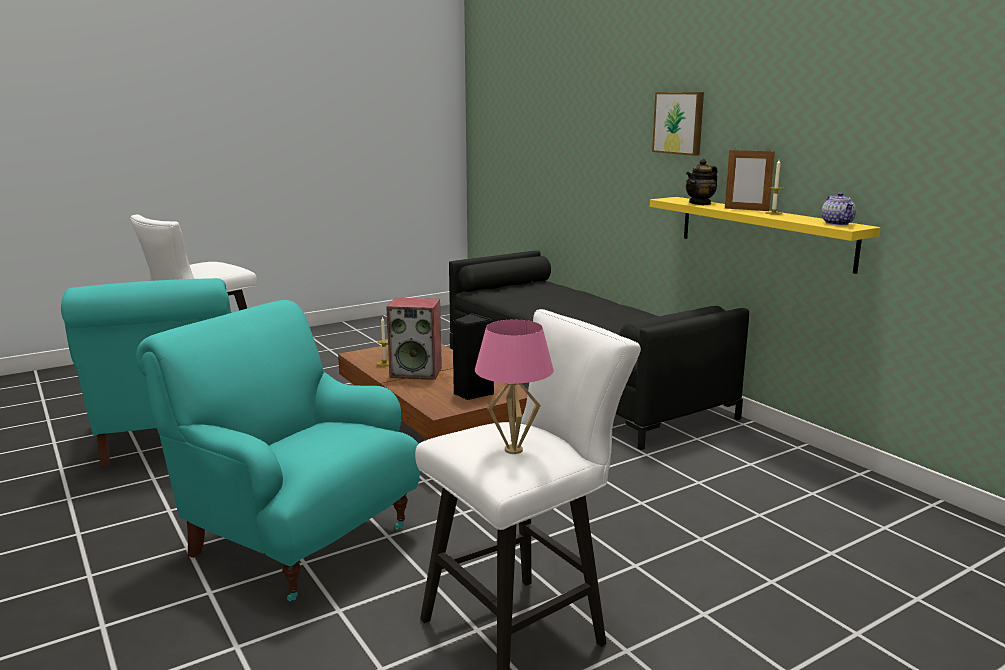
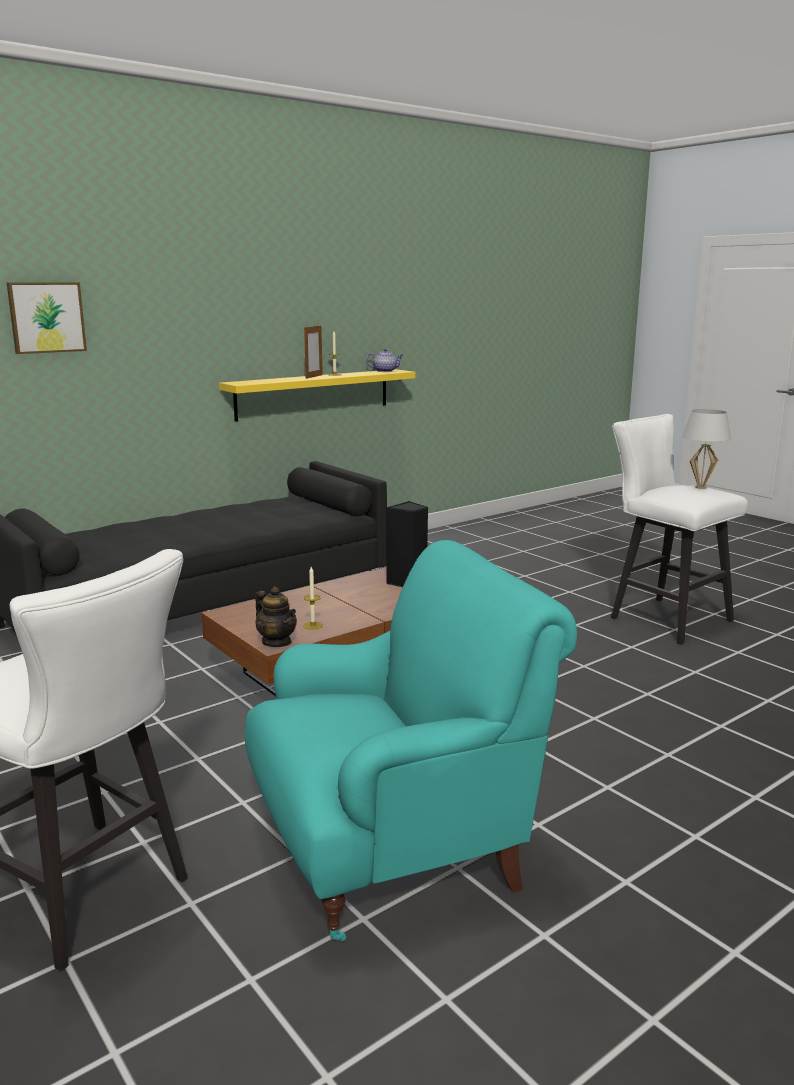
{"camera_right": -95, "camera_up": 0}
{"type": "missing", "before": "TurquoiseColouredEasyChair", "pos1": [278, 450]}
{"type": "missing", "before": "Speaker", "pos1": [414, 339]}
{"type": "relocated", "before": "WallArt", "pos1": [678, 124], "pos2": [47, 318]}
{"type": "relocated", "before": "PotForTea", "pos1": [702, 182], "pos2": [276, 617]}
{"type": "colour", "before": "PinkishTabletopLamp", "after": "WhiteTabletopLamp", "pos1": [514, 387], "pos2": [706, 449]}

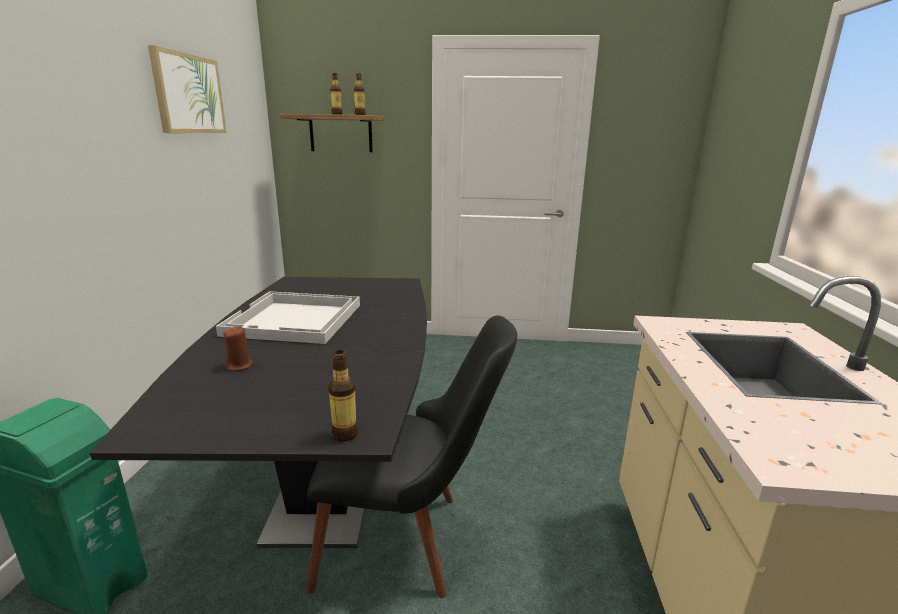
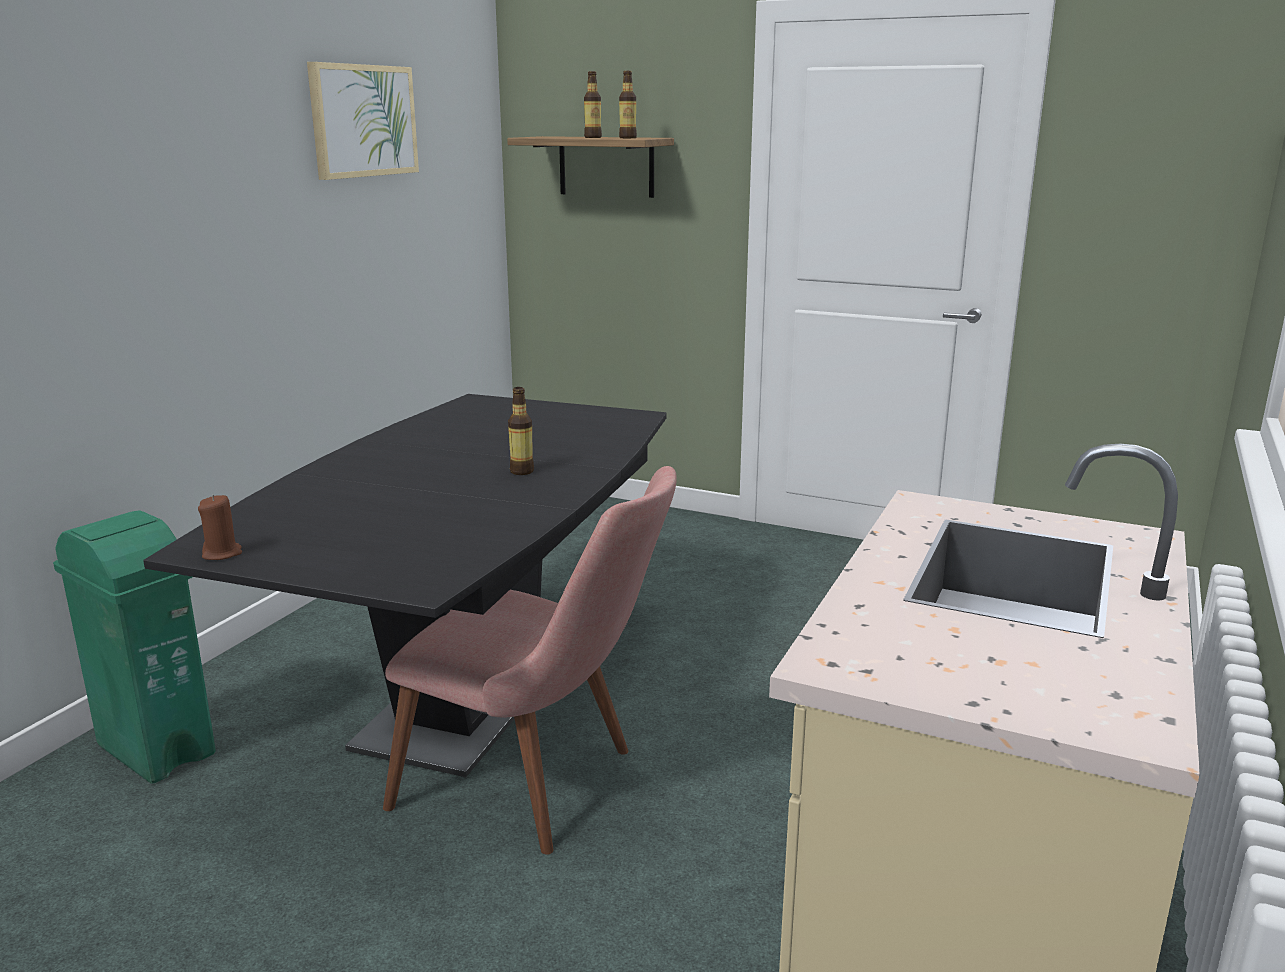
{"camera_right": 20, "camera_up": 0}
{"type": "missing", "before": "WhiteCarryingTray", "pos1": [288, 317]}
{"type": "relocated", "before": "BrownColouredCandle", "pos1": [238, 348], "pos2": [220, 527]}
{"type": "relocated", "before": "BeverageBottle", "pos1": [343, 396], "pos2": [521, 431]}
{"type": "colour", "before": "BlackishUprightChair", "after": "PinkishUprightChair", "pos1": [411, 457], "pos2": [530, 660]}

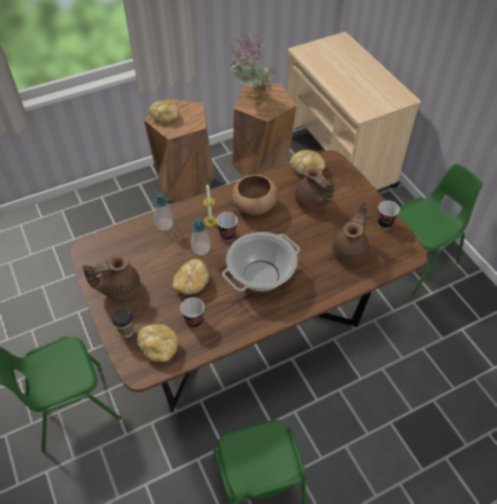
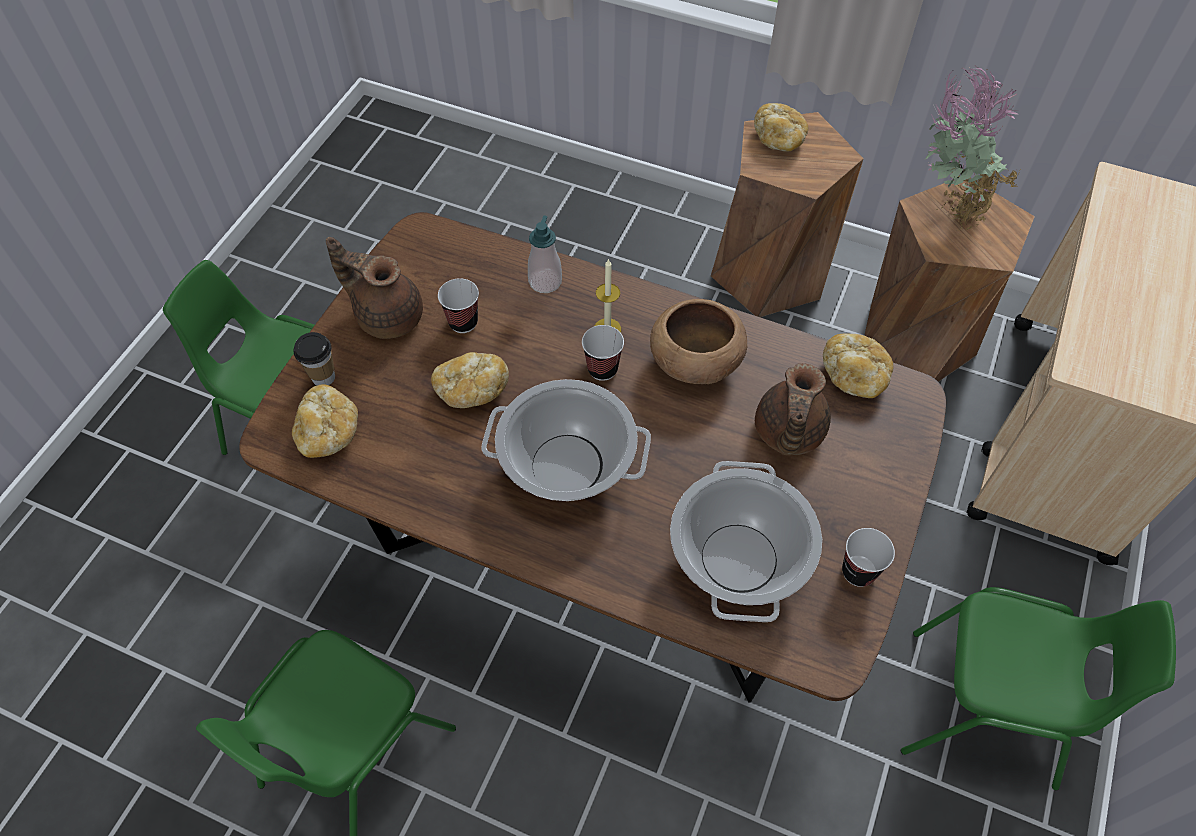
{"camera_right": 50, "camera_up": 5}
{"type": "missing", "before": "LiquidSoapBottle", "pos1": [200, 237]}
{"type": "relocated", "before": "SmallCup", "pos1": [192, 312], "pos2": [458, 305]}
{"type": "exchanged", "before": "BrownColouredPotForTea", "after": "Saucepot", "pos1": [351, 233], "pos2": [746, 541]}

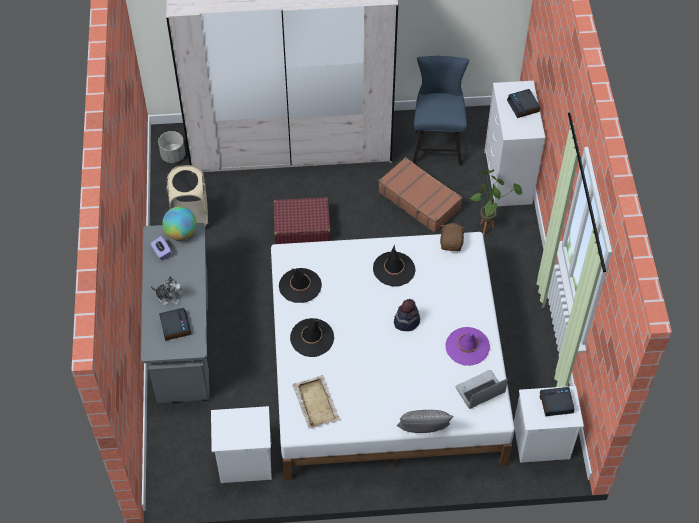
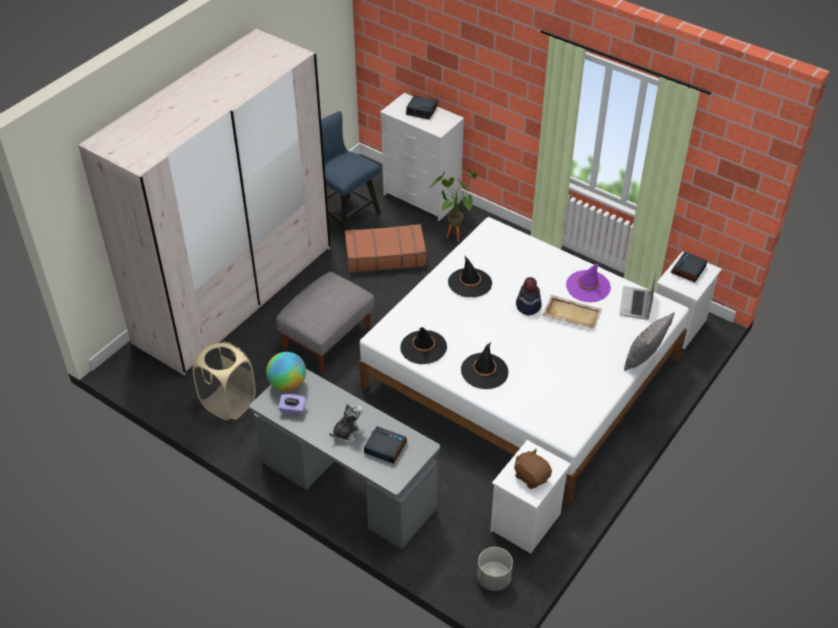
{"camera_right": -50, "camera_up": -10}
{"type": "relocated", "before": "GrayFlowerPot", "pos1": [171, 147], "pos2": [495, 569]}
{"type": "relocated", "before": "BeigeColouredCarryingTray", "pos1": [316, 402], "pos2": [572, 312]}
{"type": "relocated", "before": "BrownColouredPlushToy", "pos1": [453, 237], "pos2": [533, 469]}
{"type": "exchanged", "before": "RedPieceOfLuggage", "after": "GrayOttoman", "pos1": [301, 220], "pos2": [325, 321]}

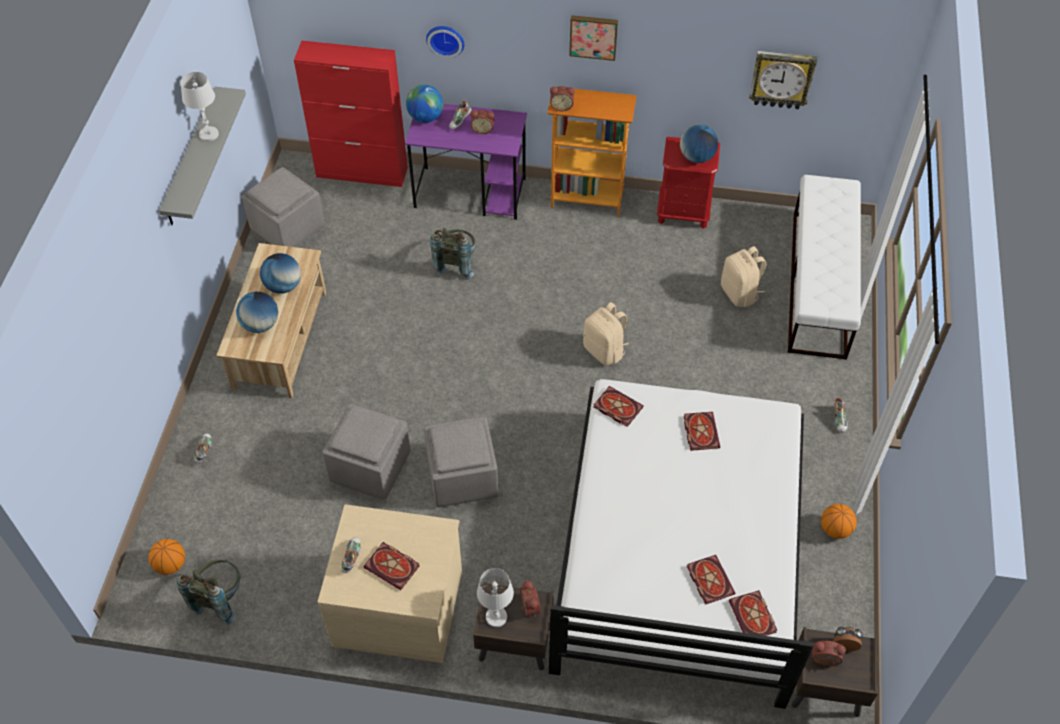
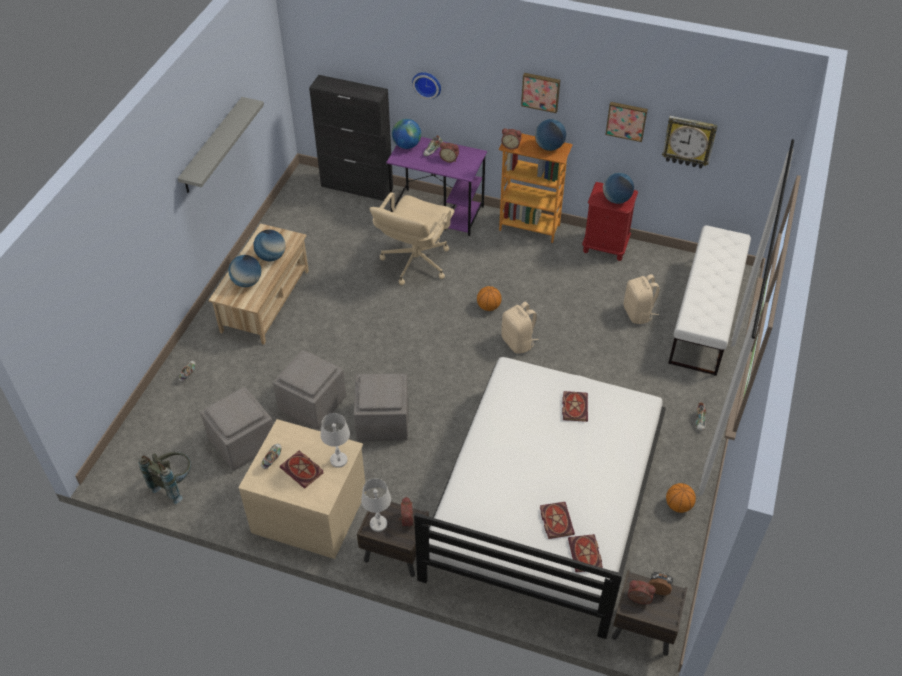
{"camera_right": 10, "camera_up": -5}
{"type": "missing", "before": "Book", "pos1": [619, 406]}
{"type": "appeared", "after": "Globe", "pos2": [550, 135]}
{"type": "appeared", "after": "WallArt", "pos2": [626, 122]}
{"type": "relocated", "before": "BasketballBall", "pos1": [167, 557], "pos2": [489, 298]}
{"type": "relocated", "before": "WhiteTabletopLamp", "pos1": [200, 106], "pos2": [335, 440]}
{"type": "relocated", "before": "GrayOttoman", "pos1": [283, 207], "pos2": [236, 428]}
{"type": "exchanged", "before": "GrayBackpack", "after": "BeigeColouredComputerChair", "pos1": [453, 254], "pos2": [412, 238]}
{"type": "colour", "before": "RedCabinet", "after": "BlackishCabinet", "pos1": [351, 114], "pos2": [351, 138]}

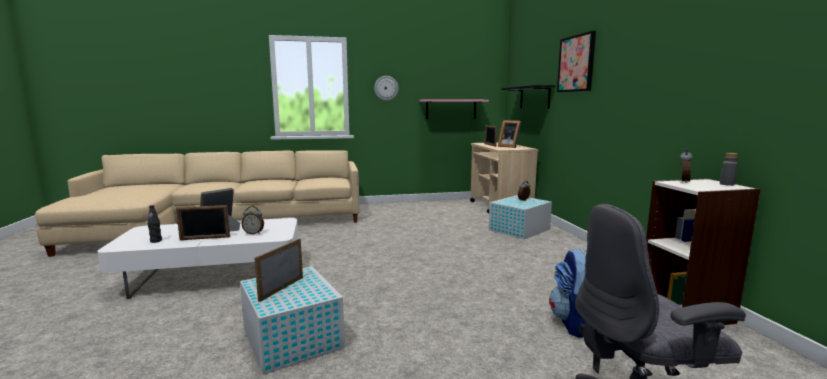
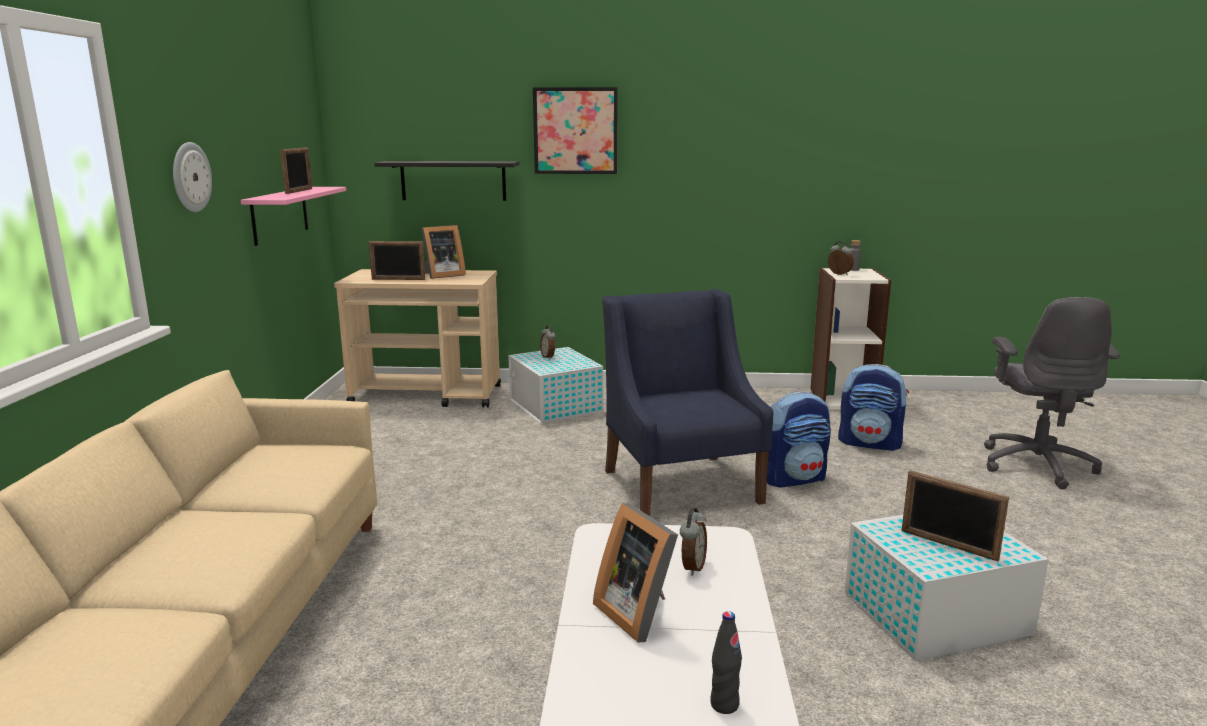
{"camera_right": -75, "camera_up": 5}
{"type": "appeared", "after": "BluishEasyChair", "pos2": [687, 402]}
{"type": "appeared", "after": "Backpack", "pos2": [799, 439]}
{"type": "relocated", "before": "PictureFrame", "pos1": [203, 222], "pos2": [296, 170]}

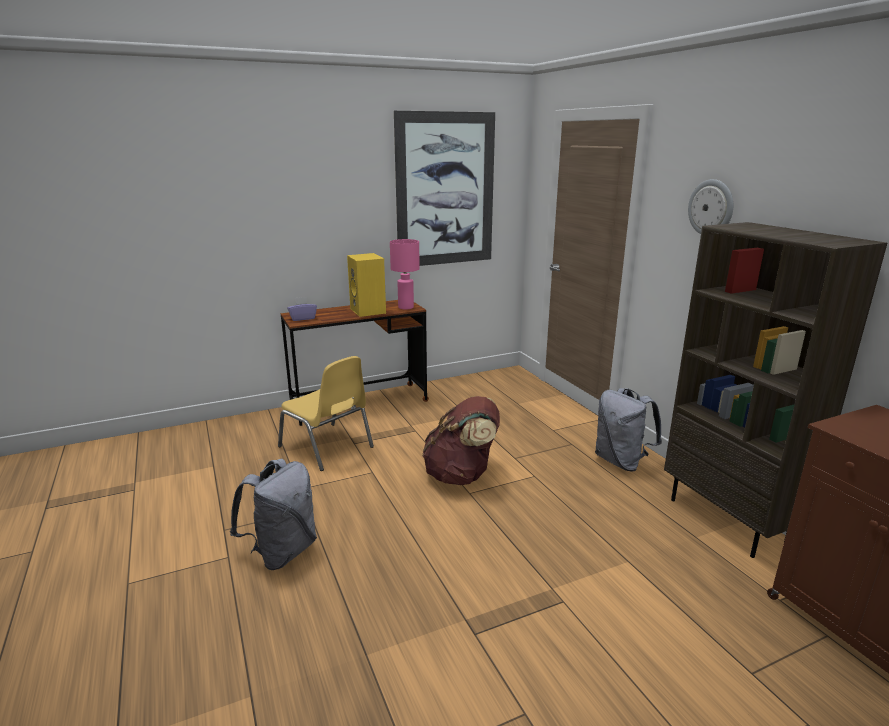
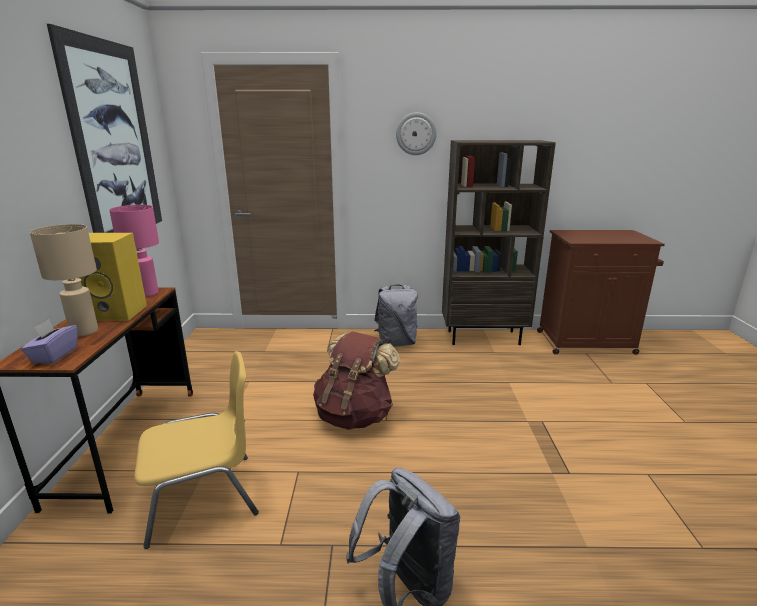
{"camera_right": -65, "camera_up": 0}
{"type": "appeared", "after": "BeigeColouredTabletopLamp", "pos2": [64, 280]}

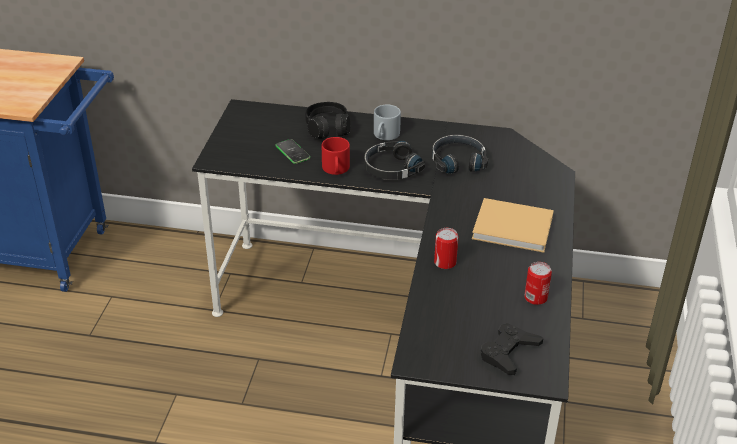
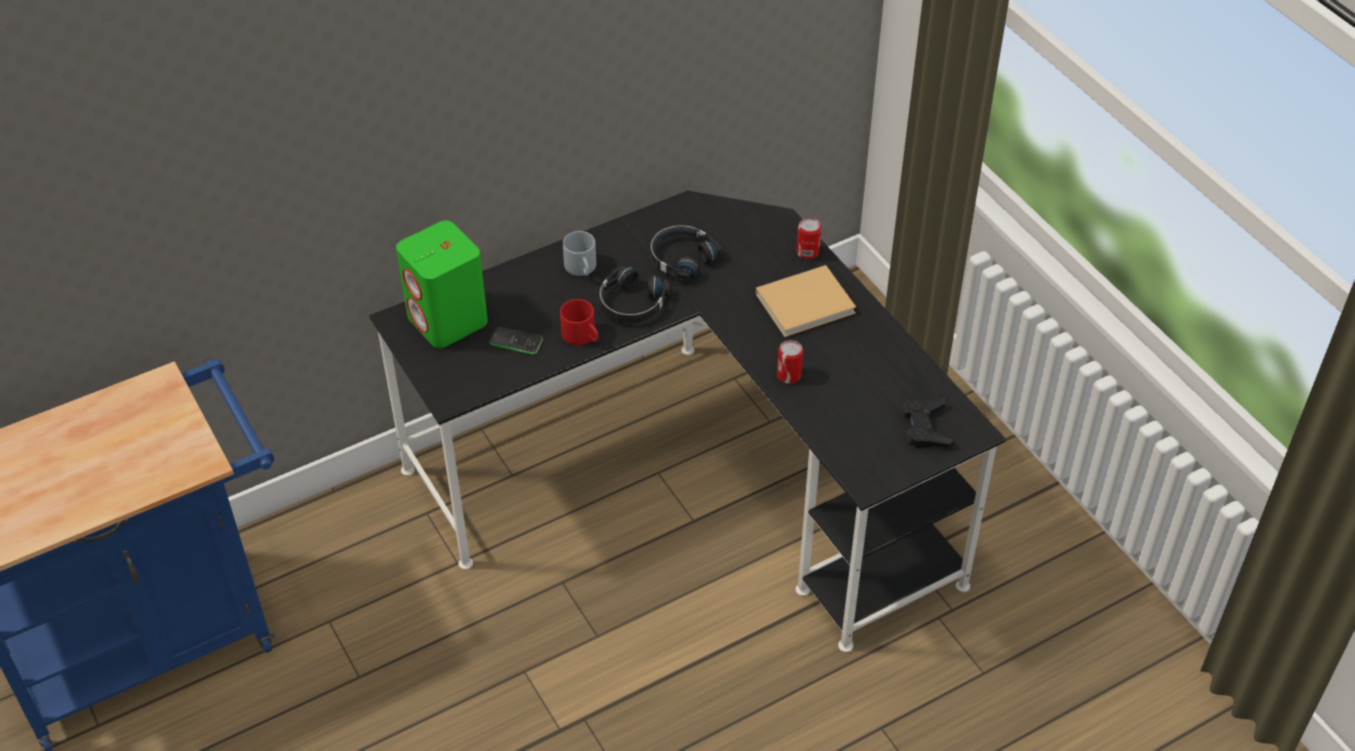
{"camera_right": -40, "camera_up": 10}
{"type": "missing", "before": "BlackishPairOfHeadphones", "pos1": [327, 120]}
{"type": "appeared", "after": "GreenSpeaker", "pos2": [442, 284]}
{"type": "relocated", "before": "SealedCan", "pos1": [538, 283], "pos2": [809, 238]}

